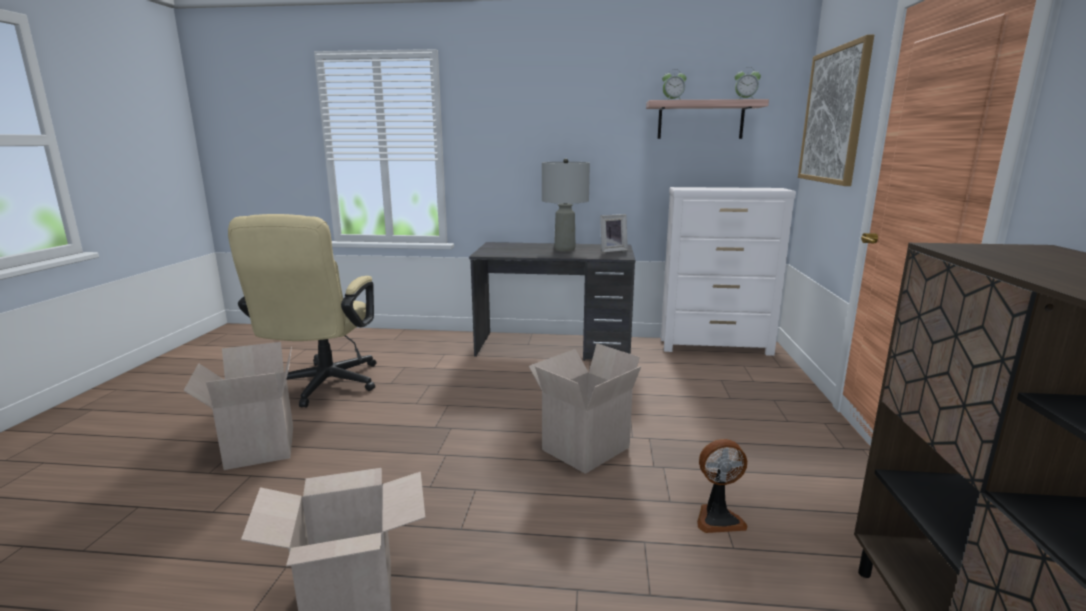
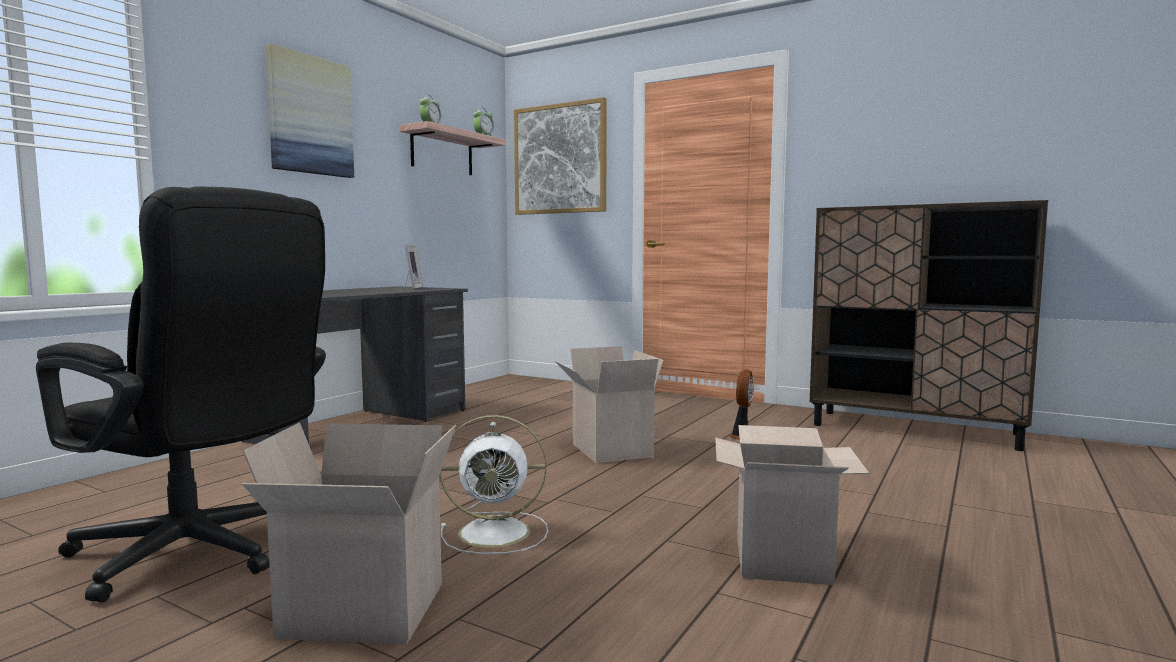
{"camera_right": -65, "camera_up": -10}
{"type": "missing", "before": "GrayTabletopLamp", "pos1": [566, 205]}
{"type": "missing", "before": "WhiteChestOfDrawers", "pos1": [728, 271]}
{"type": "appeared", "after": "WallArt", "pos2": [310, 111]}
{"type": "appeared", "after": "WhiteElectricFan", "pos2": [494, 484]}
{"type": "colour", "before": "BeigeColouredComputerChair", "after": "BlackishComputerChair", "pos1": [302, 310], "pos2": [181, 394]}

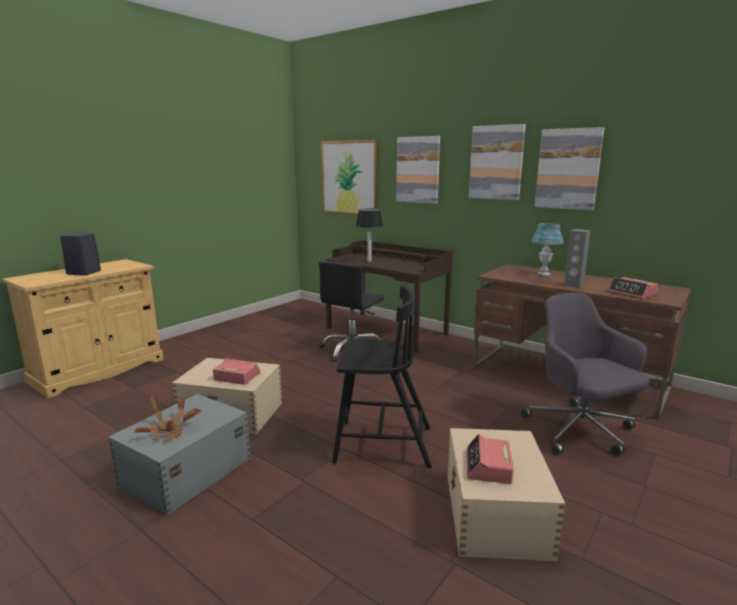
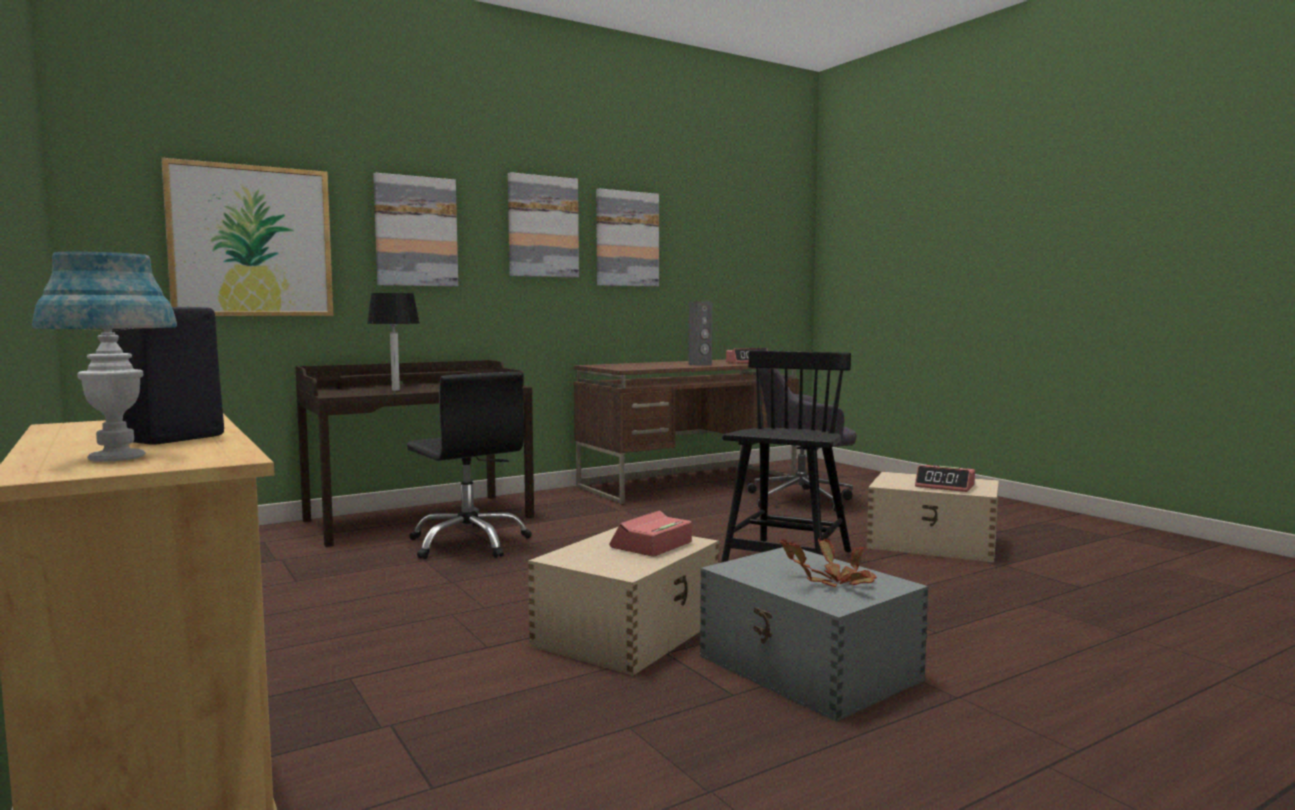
{"camera_right": -70, "camera_up": -10}
{"type": "relocated", "before": "BluishTabletopLamp", "pos1": [547, 249], "pos2": [104, 357]}

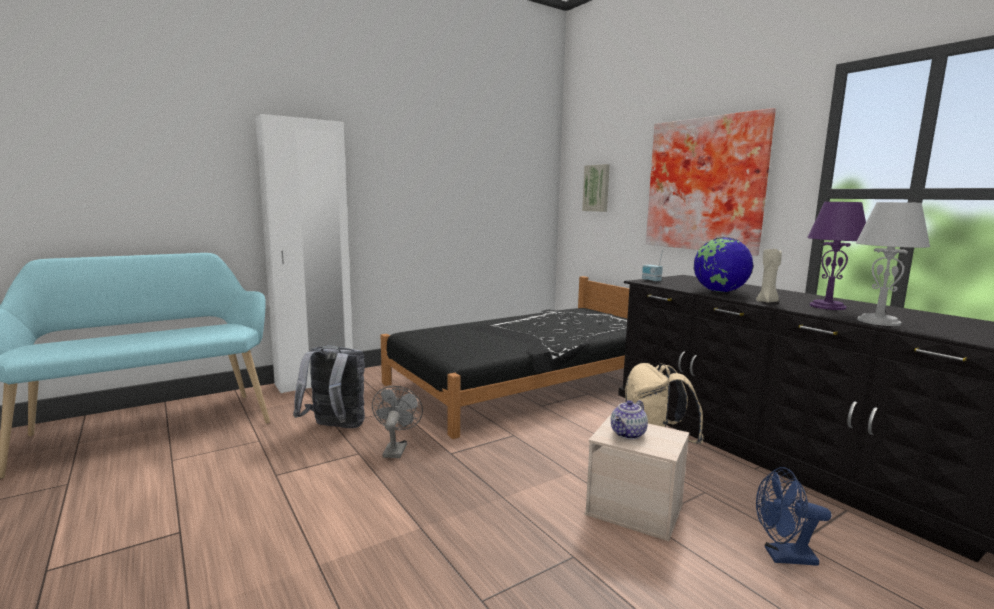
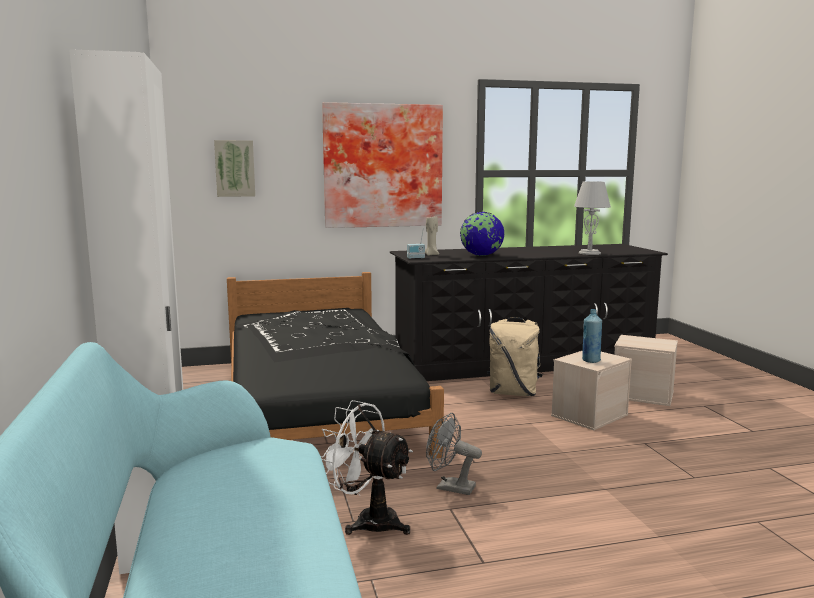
{"camera_right": -70, "camera_up": 0}
{"type": "missing", "before": "PurplishTabletopLamp", "pos1": [836, 256]}
{"type": "relocated", "before": "BeigeColouredCandle", "pos1": [769, 276], "pos2": [432, 236]}
{"type": "exchanged", "before": "GrayBackpack", "after": "WhiteElectricFan", "pos1": [329, 386], "pos2": [367, 467]}
{"type": "exchanged", "before": "PotForTea", "after": "BluishBeverageBottle", "pos1": [629, 419], "pos2": [592, 336]}
{"type": "exchanged", "before": "BluishElectricFan", "after": "BeigeColouredStorageBox", "pos1": [793, 516], "pos2": [646, 370]}

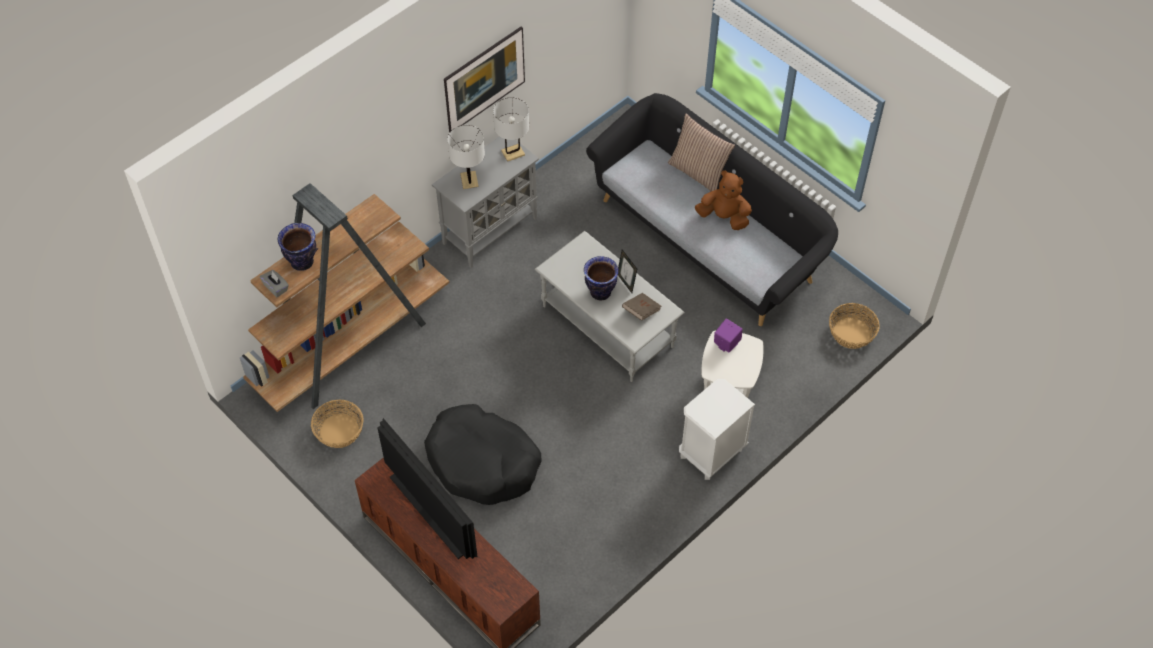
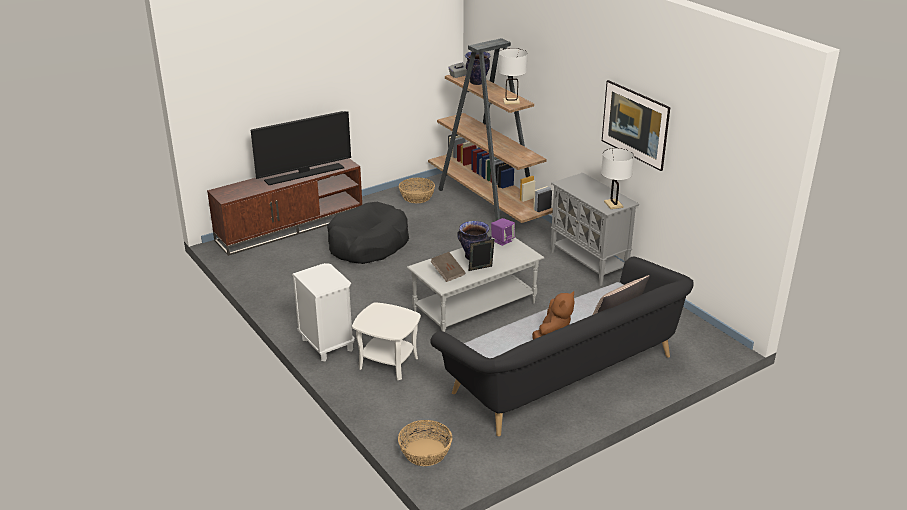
{"camera_right": 100, "camera_up": -25}
{"type": "relocated", "before": "WhiteTabletopLamp", "pos1": [466, 157], "pos2": [512, 76]}
{"type": "relocated", "before": "PurplishSpeaker", "pos1": [728, 336], "pos2": [503, 232]}

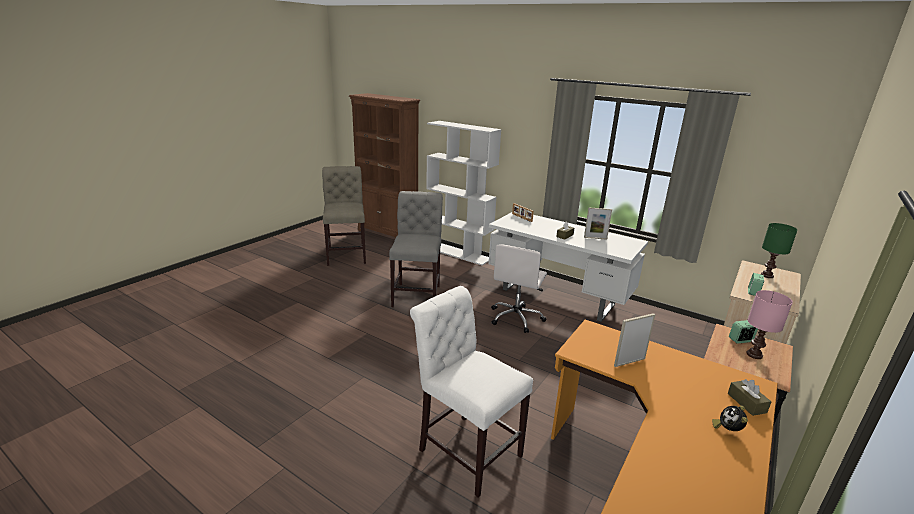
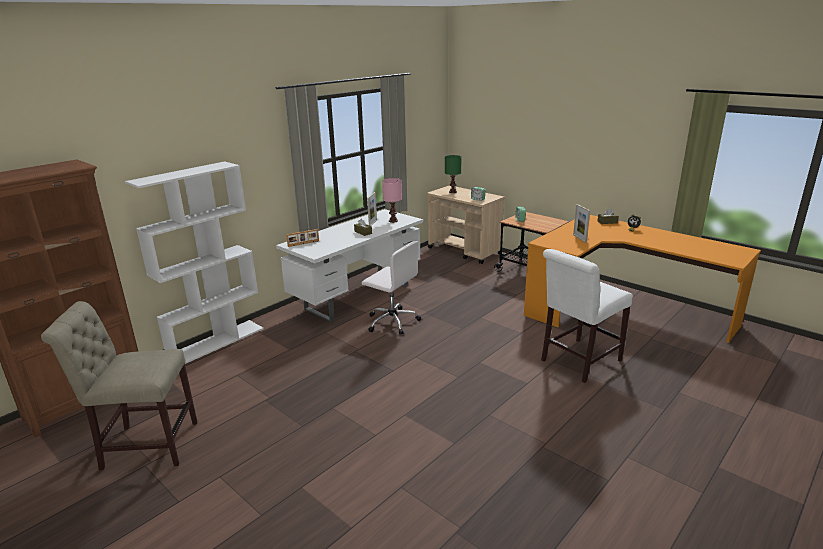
{"camera_right": -80, "camera_up": 0}
{"type": "missing", "before": "GrayUprightChair", "pos1": [416, 249]}
{"type": "relocated", "before": "PinkishTabletopLamp", "pos1": [769, 324], "pos2": [392, 200]}

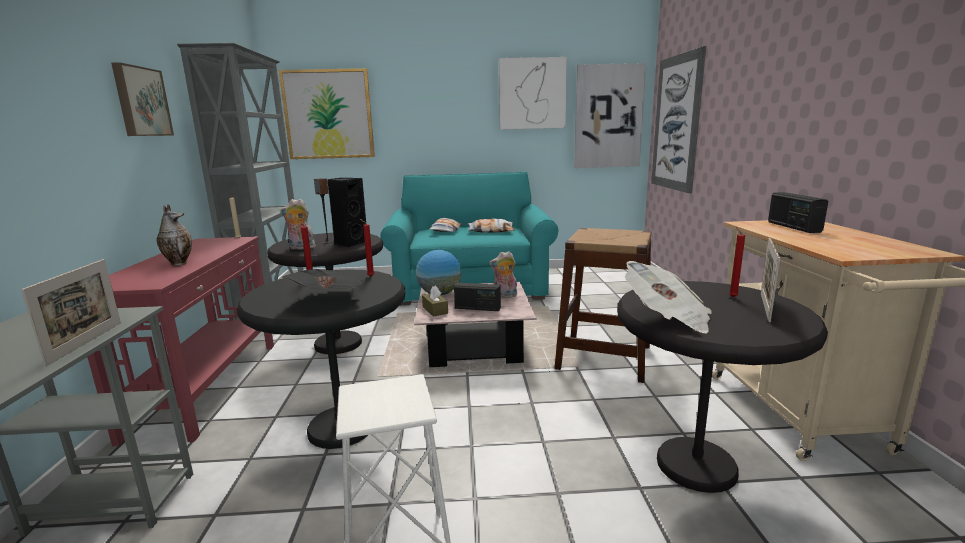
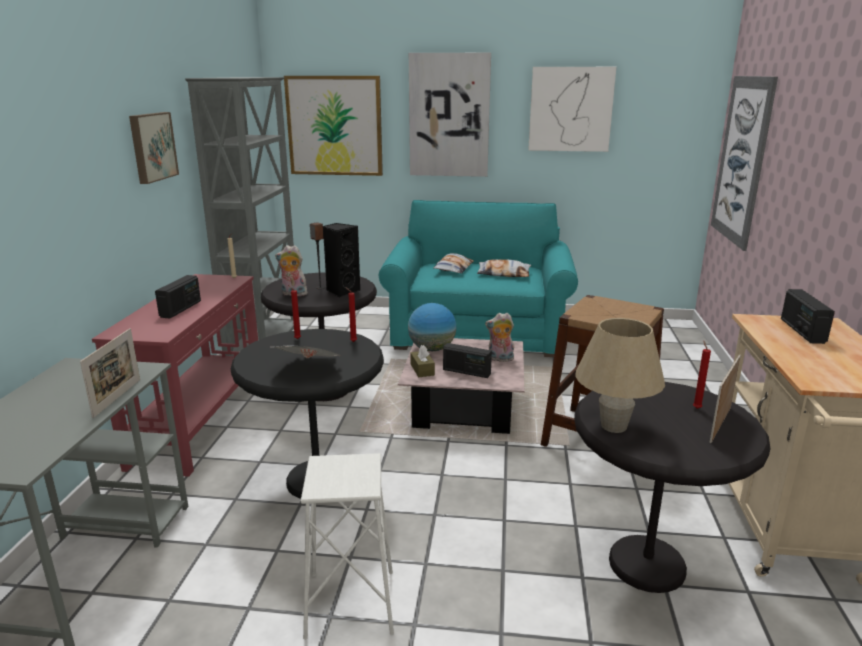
{"camera_right": 10, "camera_up": 5}
{"type": "relocated", "before": "WallArt", "pos1": [610, 115], "pos2": [450, 115]}
{"type": "exchanged", "before": "DecorativeVase", "after": "RadioSet", "pos1": [174, 234], "pos2": [178, 297]}
{"type": "exchanged", "before": "Newspaper", "after": "BeigeColouredTabletopLamp", "pos1": [668, 297], "pos2": [620, 375]}

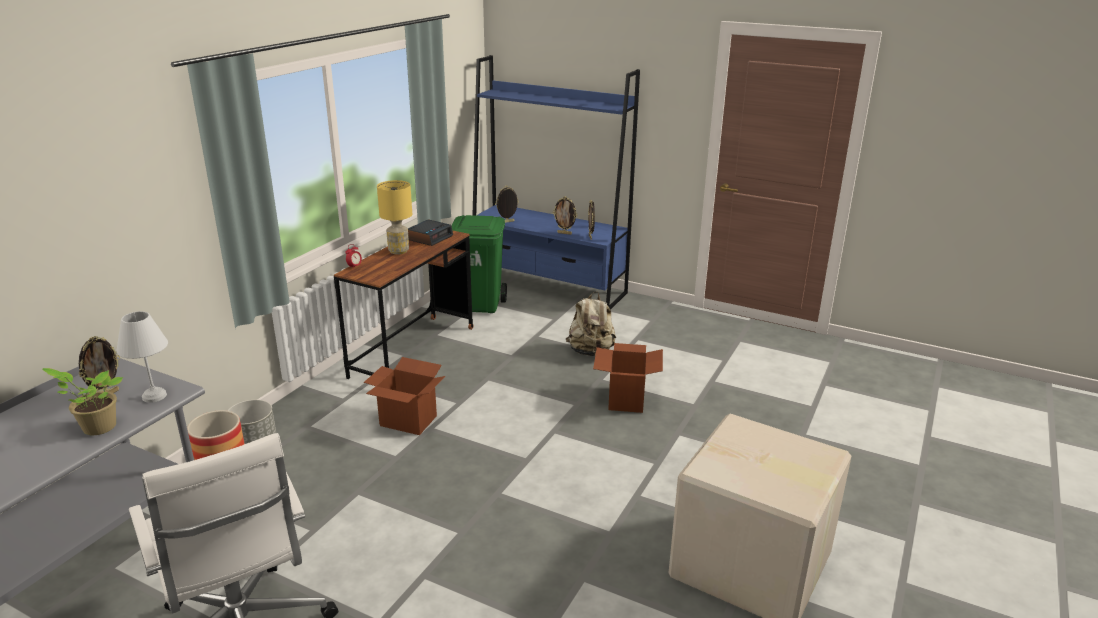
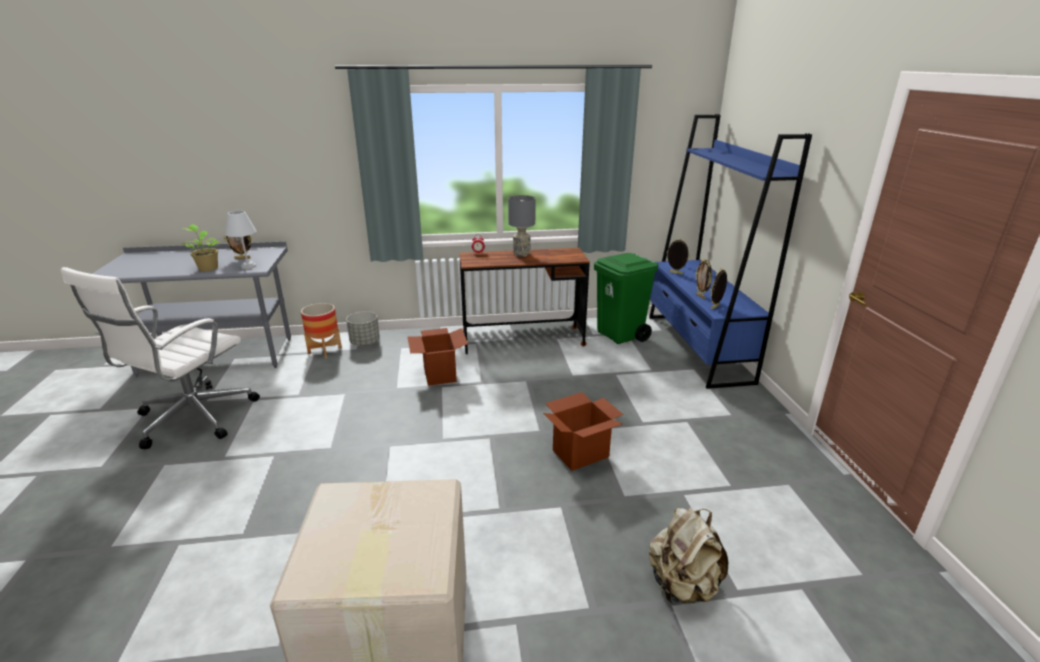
{"camera_right": 55, "camera_up": 0}
{"type": "missing", "before": "AlarmClock", "pos1": [430, 232]}
{"type": "relocated", "before": "BeigeColouredBackpack", "pos1": [591, 323], "pos2": [688, 555]}
{"type": "colour", "before": "YellowColouredTabletopLamp", "after": "GrayTabletopLamp", "pos1": [394, 217], "pos2": [522, 226]}

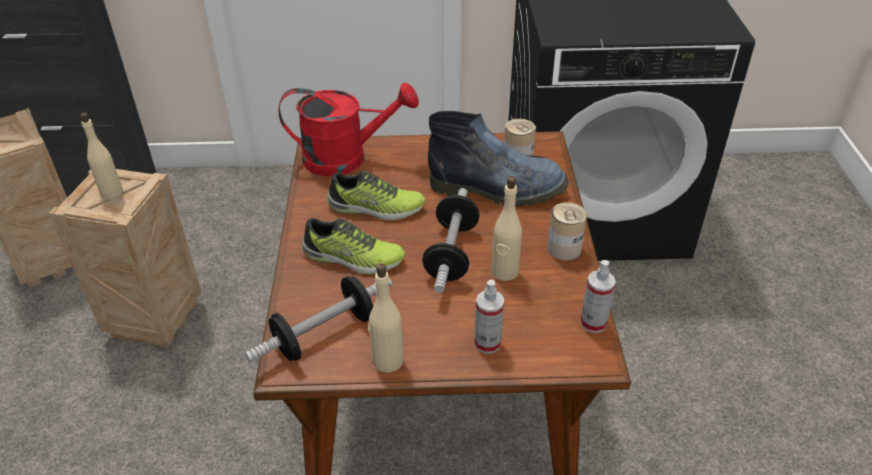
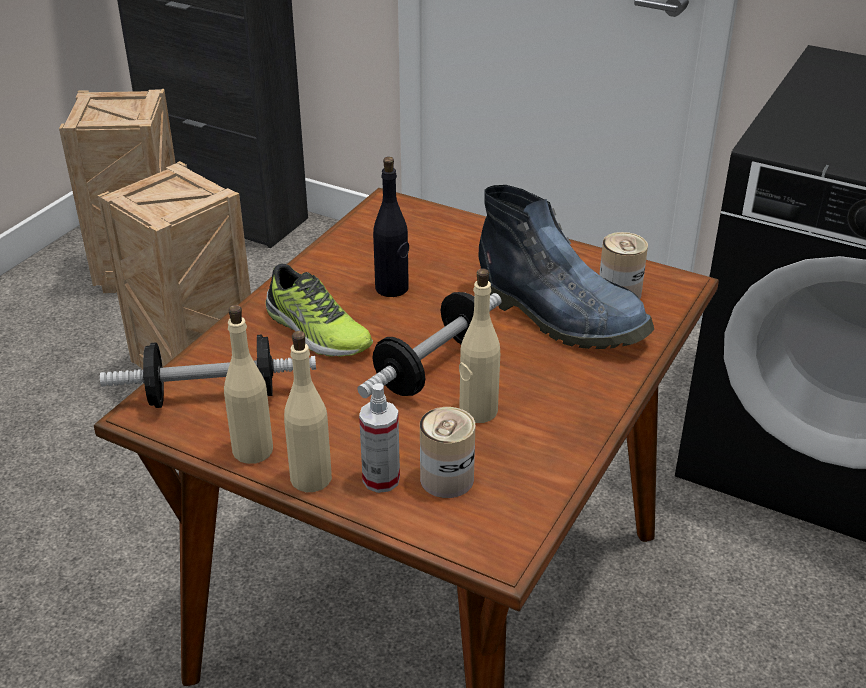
{"camera_right": 30, "camera_up": -5}
{"type": "missing", "before": "RedWateringPot", "pos1": [348, 129]}
{"type": "missing", "before": "SprayBottle", "pos1": [598, 296]}
{"type": "relocated", "before": "BeigeColouredBeverageBottle", "pos1": [101, 156], "pos2": [308, 411]}
{"type": "relocated", "before": "SealedCan", "pos1": [567, 231], "pos2": [447, 452]}
{"type": "exchanged", "before": "ItemOfFootwear", "after": "BlackishBeverageBottle", "pos1": [376, 195], "pos2": [391, 227]}

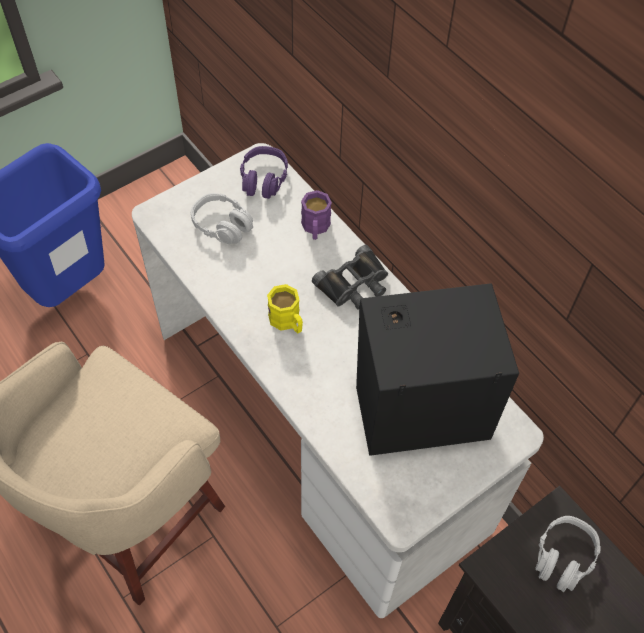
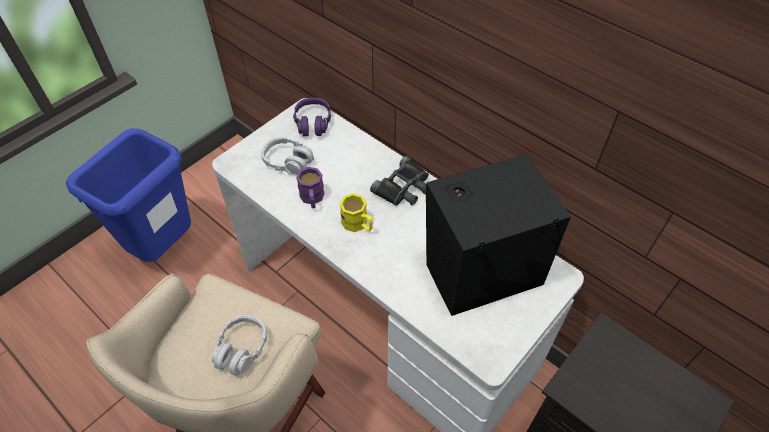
{"camera_right": -10, "camera_up": -5}
{"type": "relocated", "before": "PurplishMug", "pos1": [316, 215], "pos2": [310, 187]}
{"type": "relocated", "before": "GrayPairOfHeadphones", "pos1": [568, 554], "pos2": [239, 345]}

